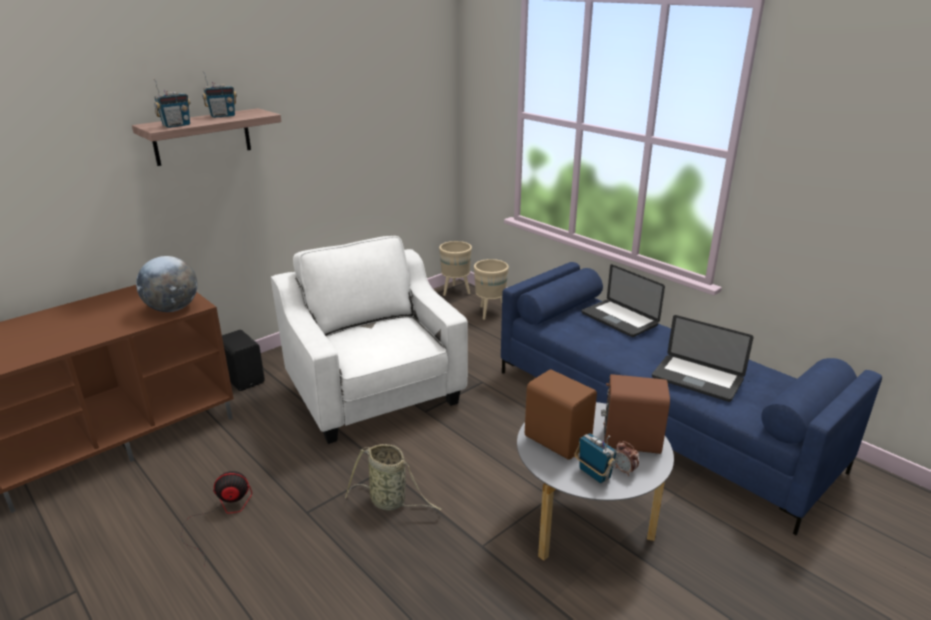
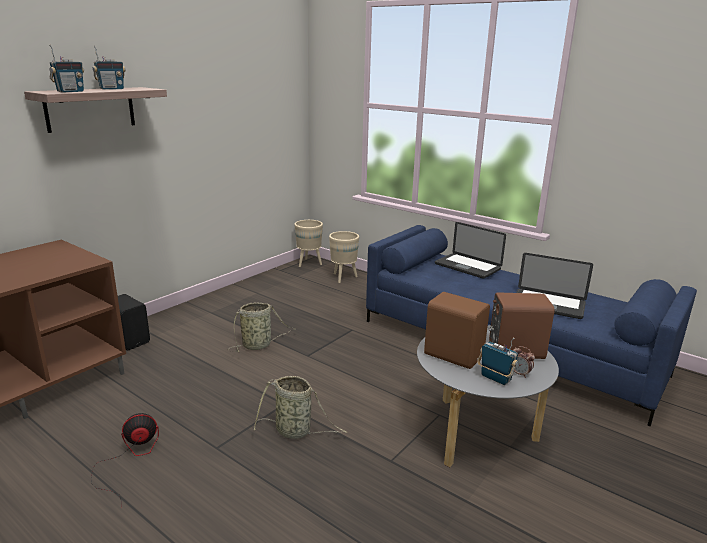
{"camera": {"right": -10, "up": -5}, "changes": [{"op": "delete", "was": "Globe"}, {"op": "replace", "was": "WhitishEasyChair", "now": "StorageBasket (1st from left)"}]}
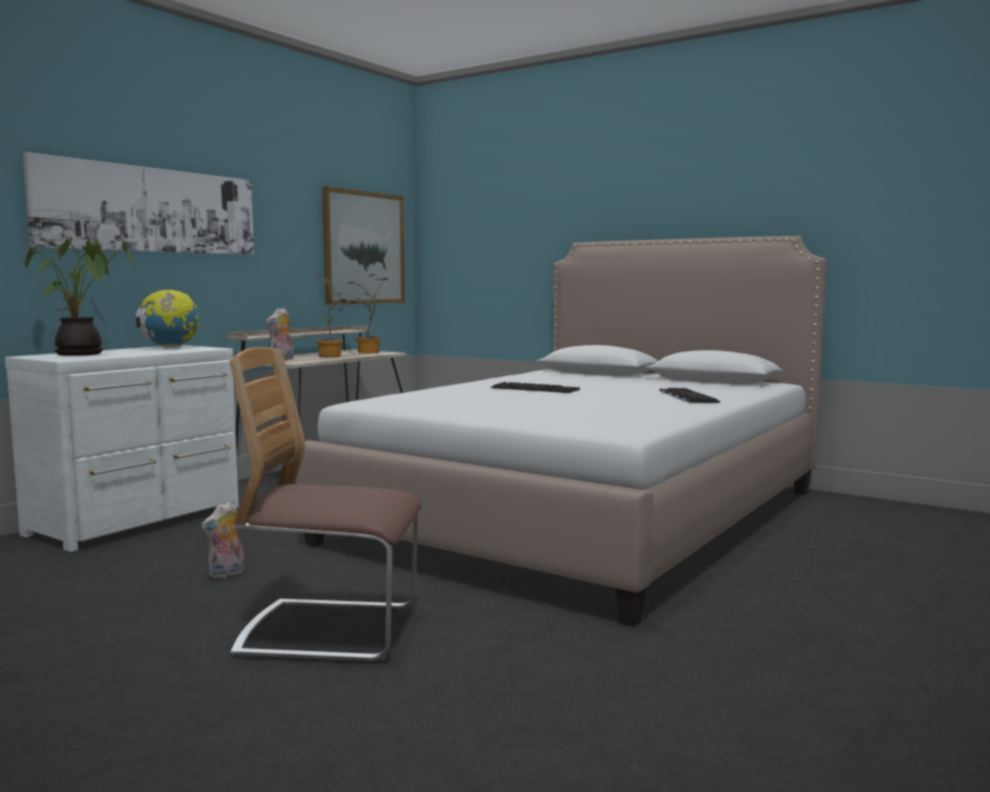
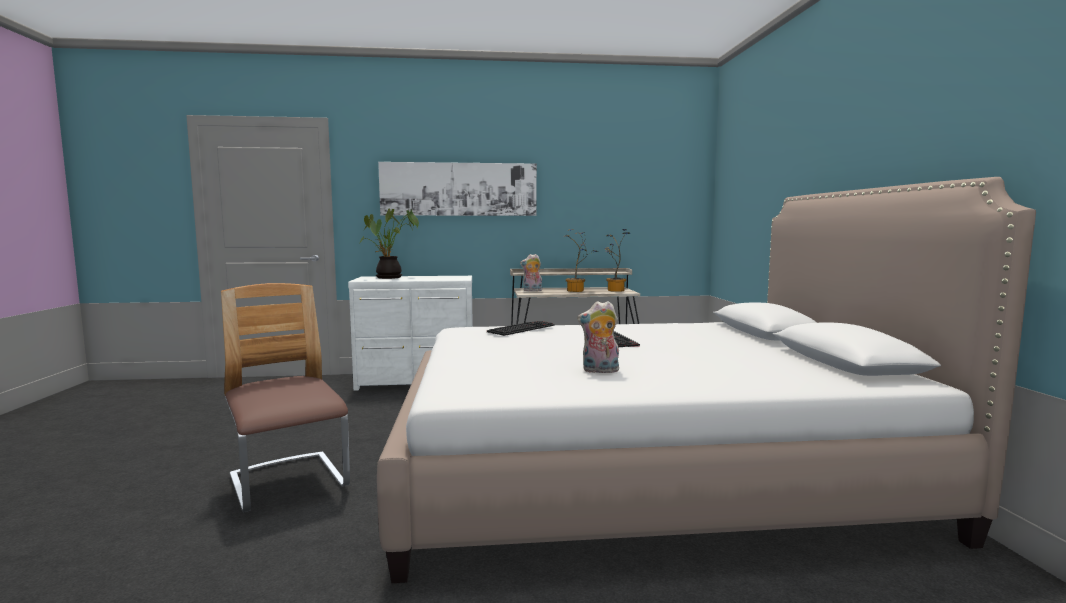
{"camera": {"right": 50, "up": 0}, "changes": [{"op": "delete", "was": "Globe"}, {"op": "move", "was": "CuddlyToy (1st from left in the first image)", "now": "CuddlyToy (2nd from left)"}, {"op": "delete", "was": "Picture (2nd from left)"}, {"op": "move", "was": "ComputerKeyboard (2nd from left in the first image)", "now": "ComputerKeyboard (1st from left)"}]}
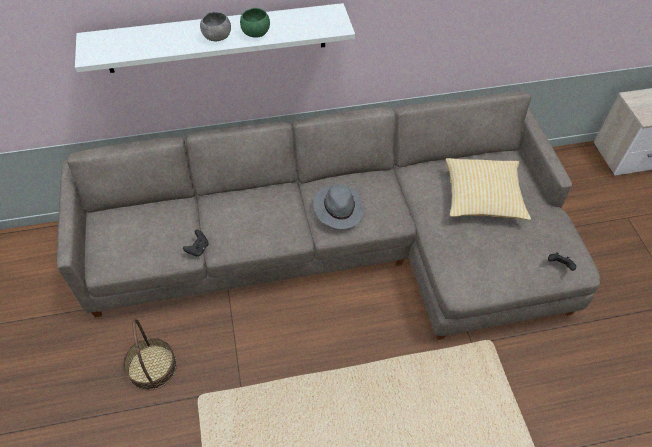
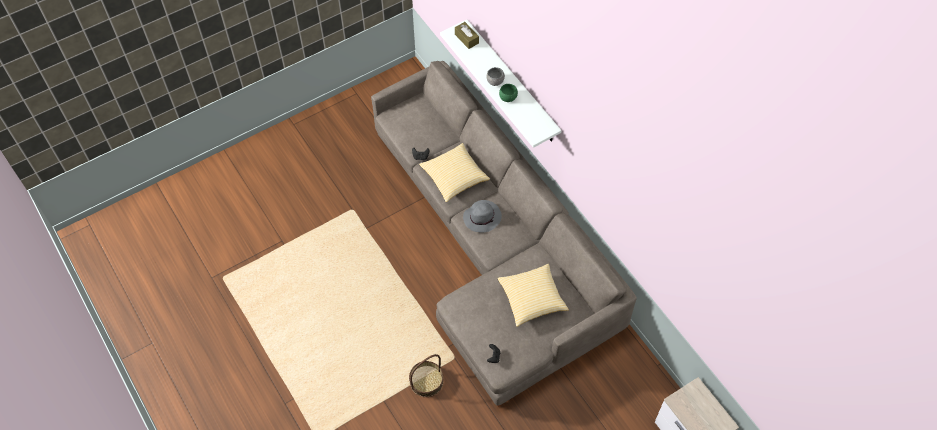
{"camera": {"right": 70, "up": 5}, "changes": [{"op": "move", "was": "StorageBasket"}, {"op": "insert", "now": "Cushion (1st from left)"}, {"op": "insert", "now": "BrownTissueHolder"}]}
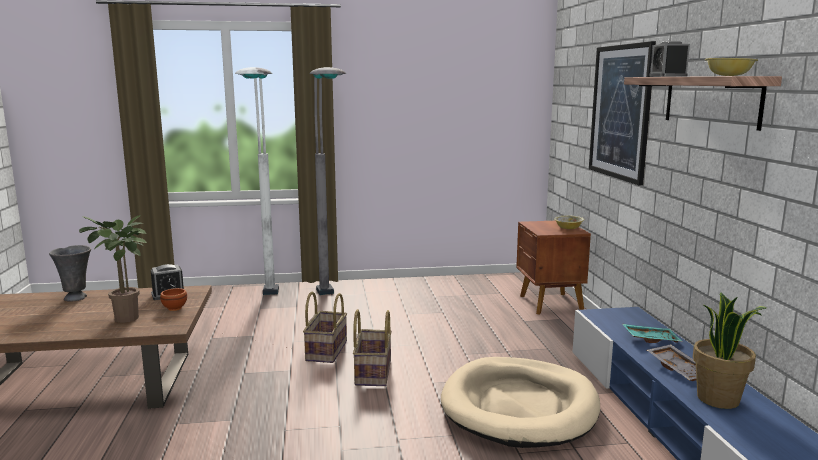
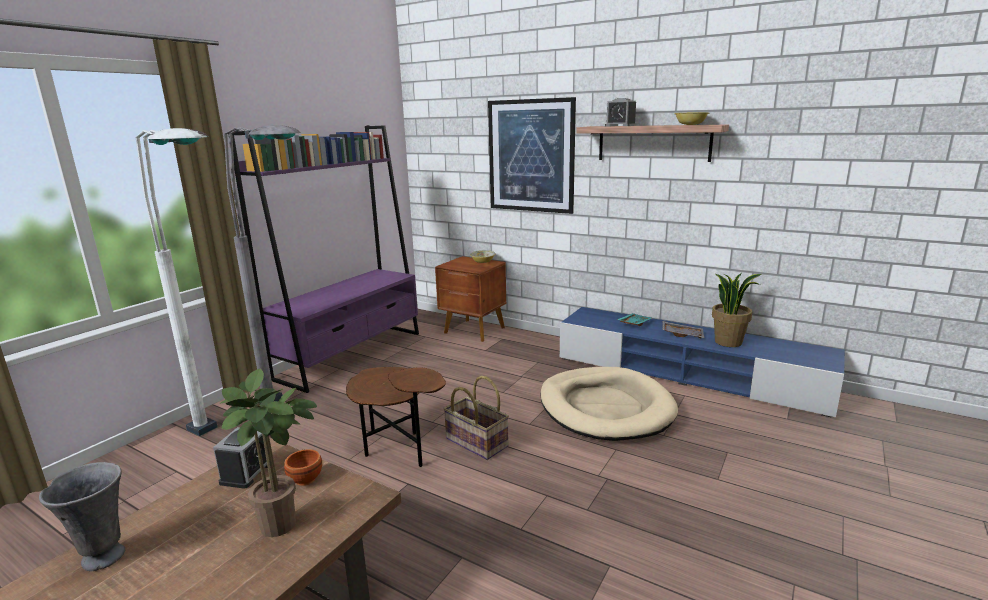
{"camera": {"right": -50, "up": 5}, "changes": [{"op": "replace", "was": "StorageBasket (1st from left)", "now": "BrownEndTable"}, {"op": "insert", "now": "PurpleColouredBookcase"}]}
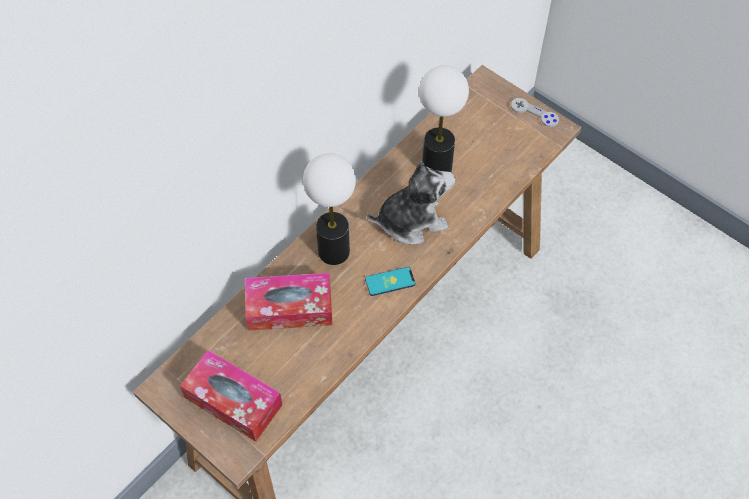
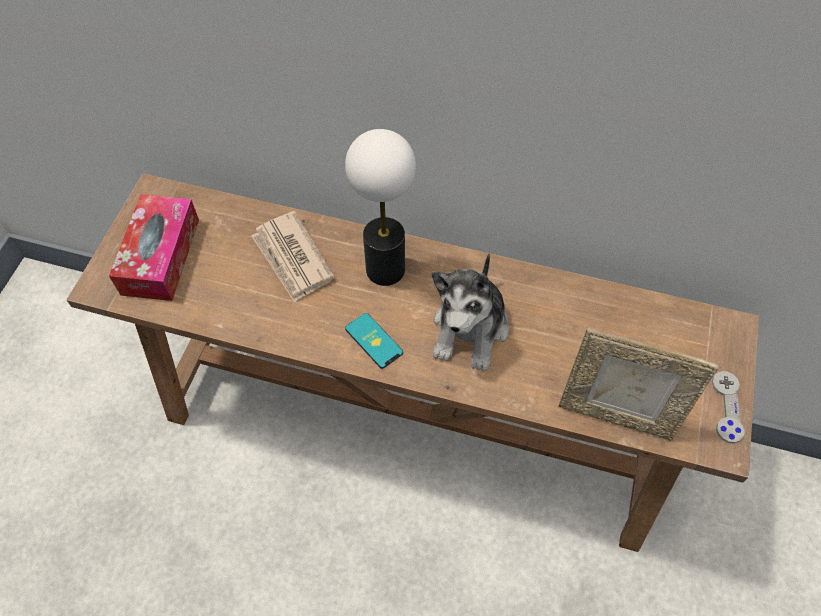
{"camera": {"right": 65, "up": 0}, "changes": [{"op": "replace", "was": "TissueHolder (2nd from left)", "now": "Newspaper"}, {"op": "rotate", "was": "CuddlyToy", "clockwise": 60}, {"op": "delete", "was": "TabletopLamp (2nd from left)"}, {"op": "insert", "now": "PhotoFrame"}]}
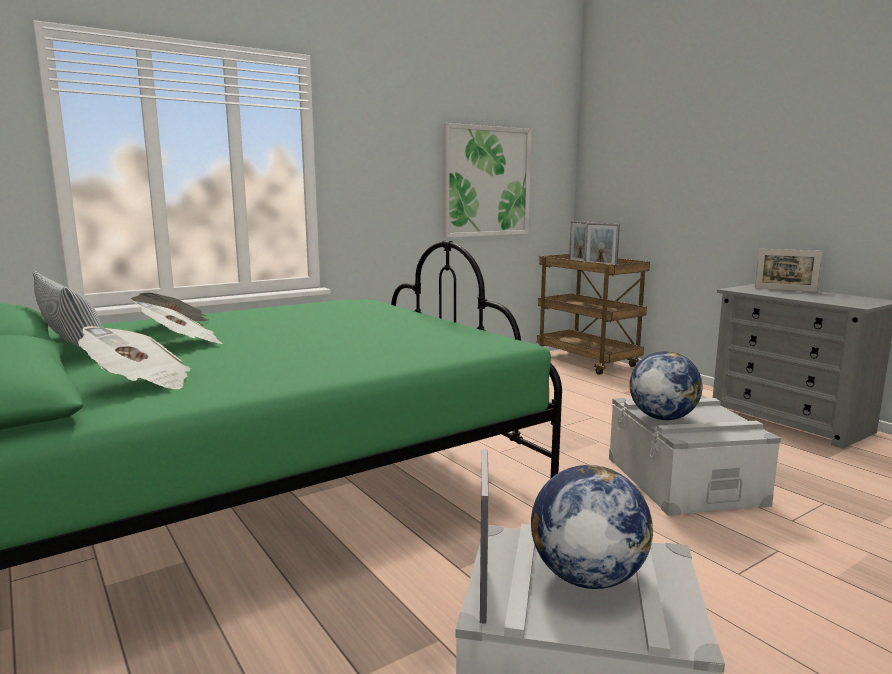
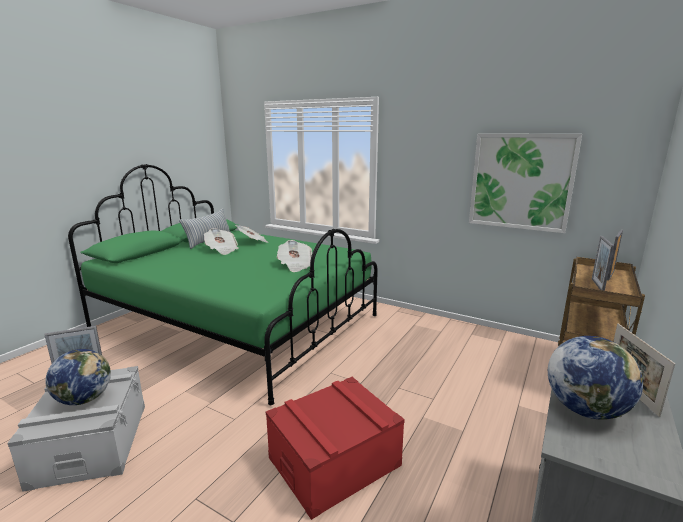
{"camera": {"right": 65, "up": 5}, "changes": [{"op": "move", "was": "Newspaper (1st from left in the first image)", "now": "Newspaper (3rd from left)"}, {"op": "recolor", "was": "GreyStorageBin (2nd from left)", "now": "RedStorageBin"}, {"op": "move", "was": "Globe (2nd from left)"}]}
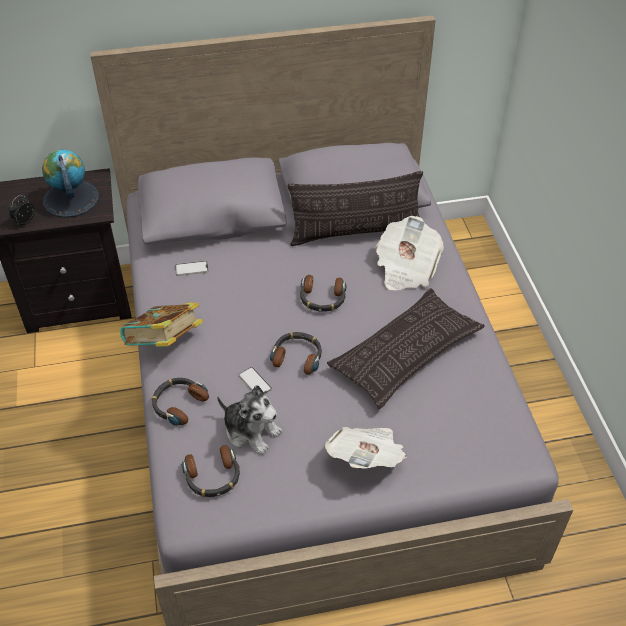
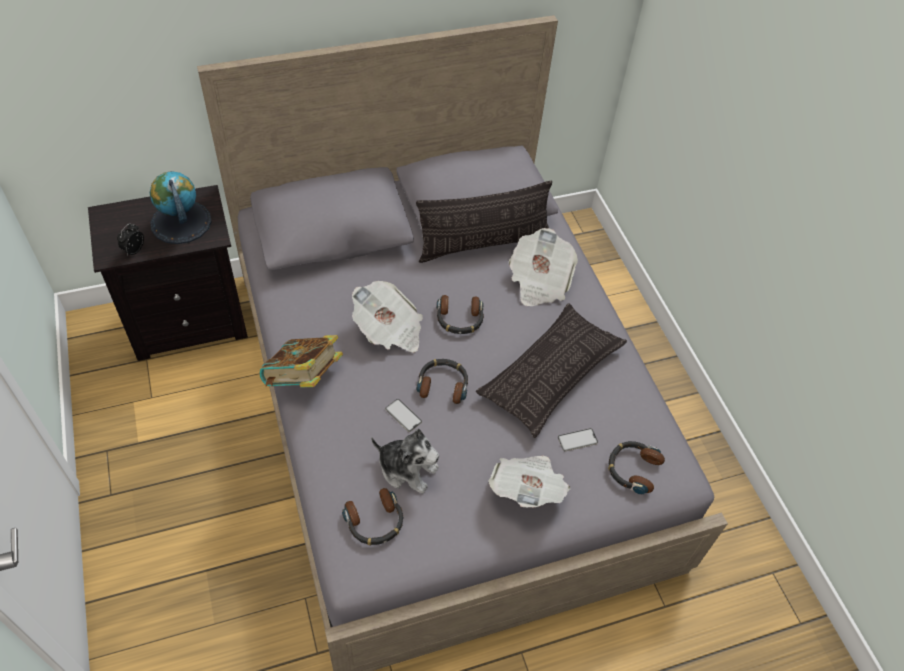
{"camera": {"right": -10, "up": 5}, "changes": [{"op": "move", "was": "Headphones (1st from left in the first image)", "now": "Headphones (4th from left)"}, {"op": "move", "was": "Telephone (1st from left in the first image)", "now": "Telephone (2nd from left)"}, {"op": "insert", "now": "Newspaper (1st from left)"}]}
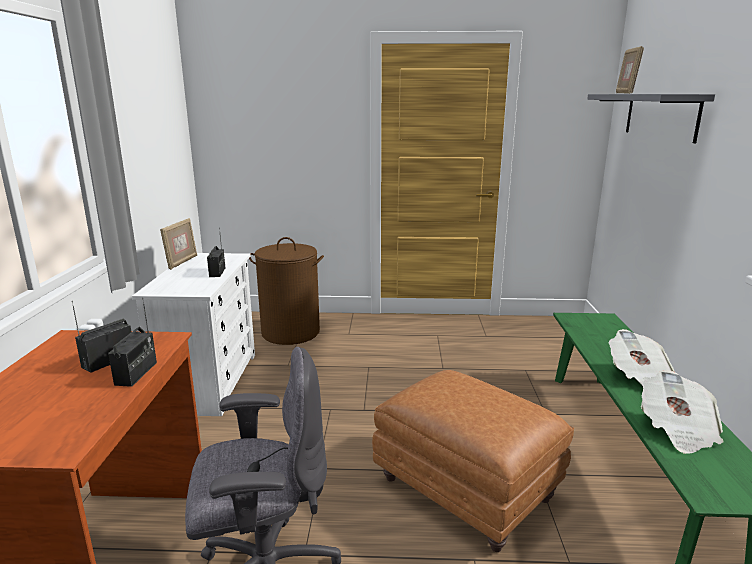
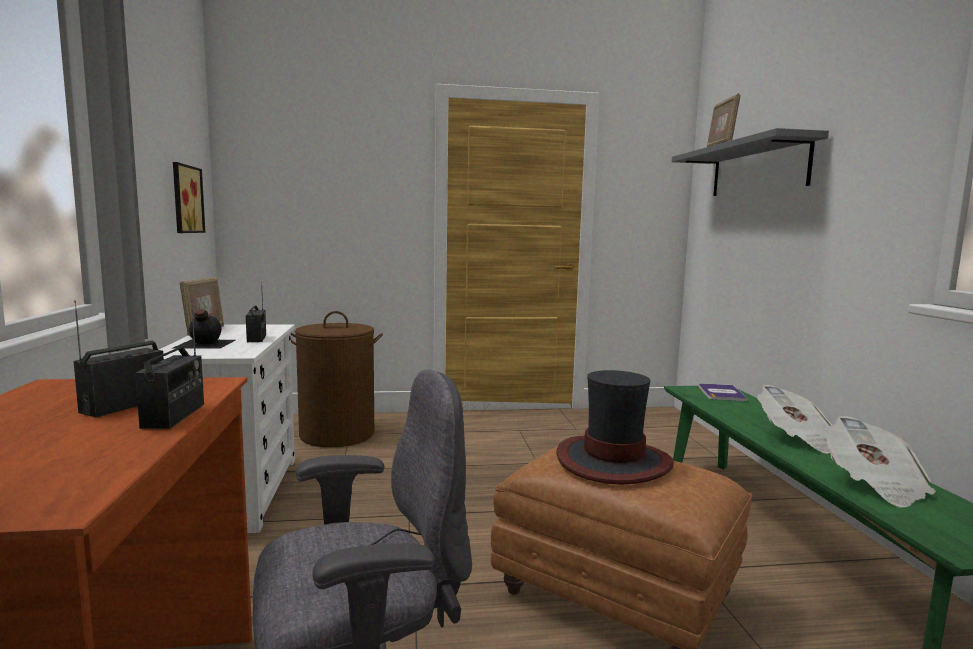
{"camera": {"right": -10, "up": -10}, "changes": [{"op": "insert", "now": "Picture"}, {"op": "insert", "now": "BlackishDrinkBottle"}, {"op": "insert", "now": "WearableHat"}, {"op": "insert", "now": "Book"}]}
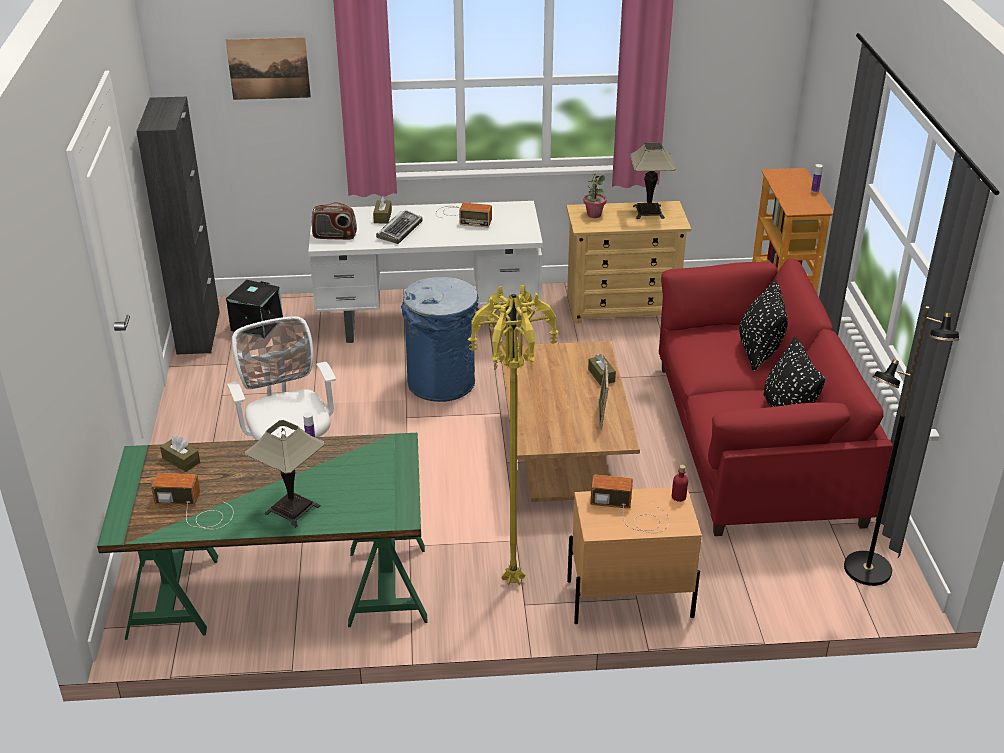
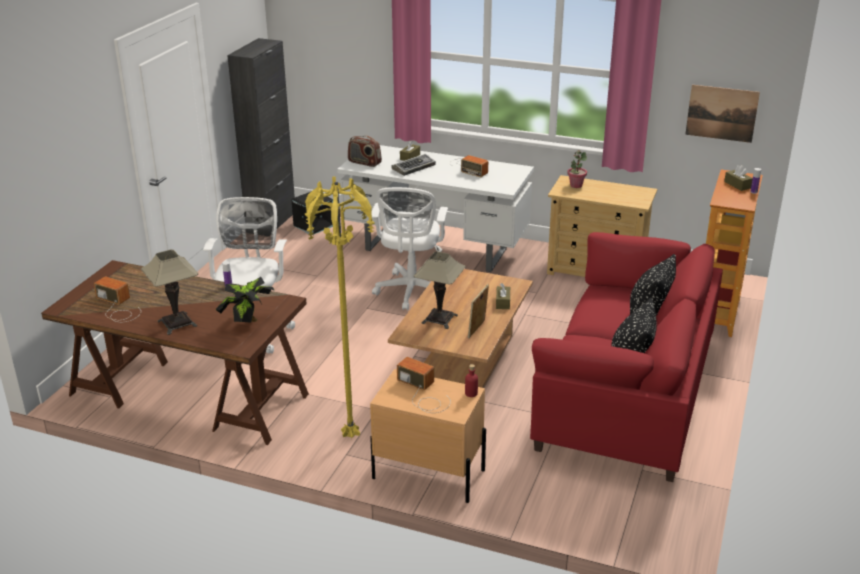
{"camera": {"right": 25, "up": -5}, "changes": [{"op": "recolor", "was": "GreenColouredDeskTable", "now": "BrownDeskTable"}, {"op": "move", "was": "BrownTissueHolder (1st from left in the first image)", "now": "BrownTissueHolder (3rd from left)"}, {"op": "move", "was": "Picture"}, {"op": "replace", "was": "BlueColouredRubbishBin", "now": "WhitishDeskChair (2nd from left)"}, {"op": "move", "was": "TabletopLamp (2nd from left)"}, {"op": "delete", "was": "BlackishStandingLamp"}, {"op": "insert", "now": "Houseplant (1st from left)"}]}
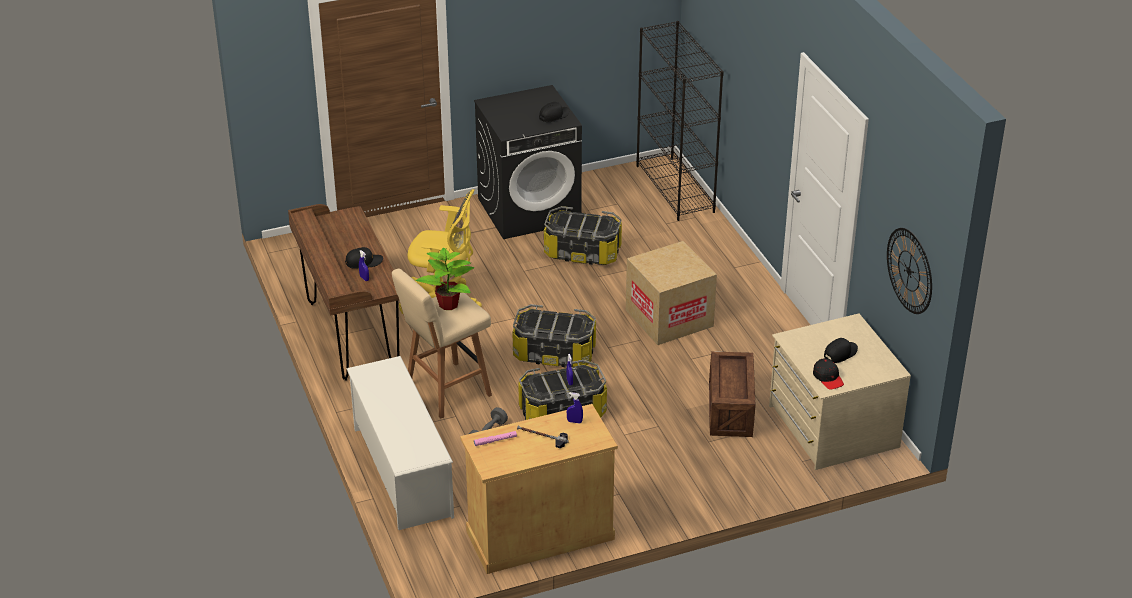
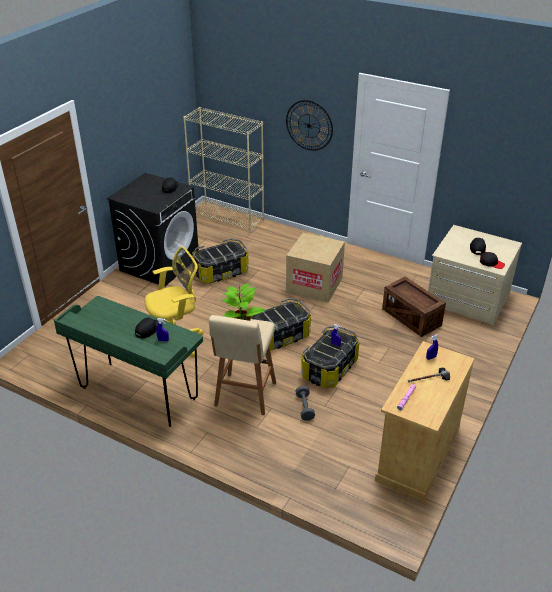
{"camera": {"right": -40, "up": 0}, "changes": [{"op": "recolor", "was": "BrownDeskTable", "now": "GreenColouredDeskTable"}, {"op": "delete", "was": "WhitishShoeShelf"}, {"op": "recolor", "was": "BlackishBookcase", "now": "BeigeColouredBookcase"}, {"op": "move", "was": "ClockOnTheWall"}]}
